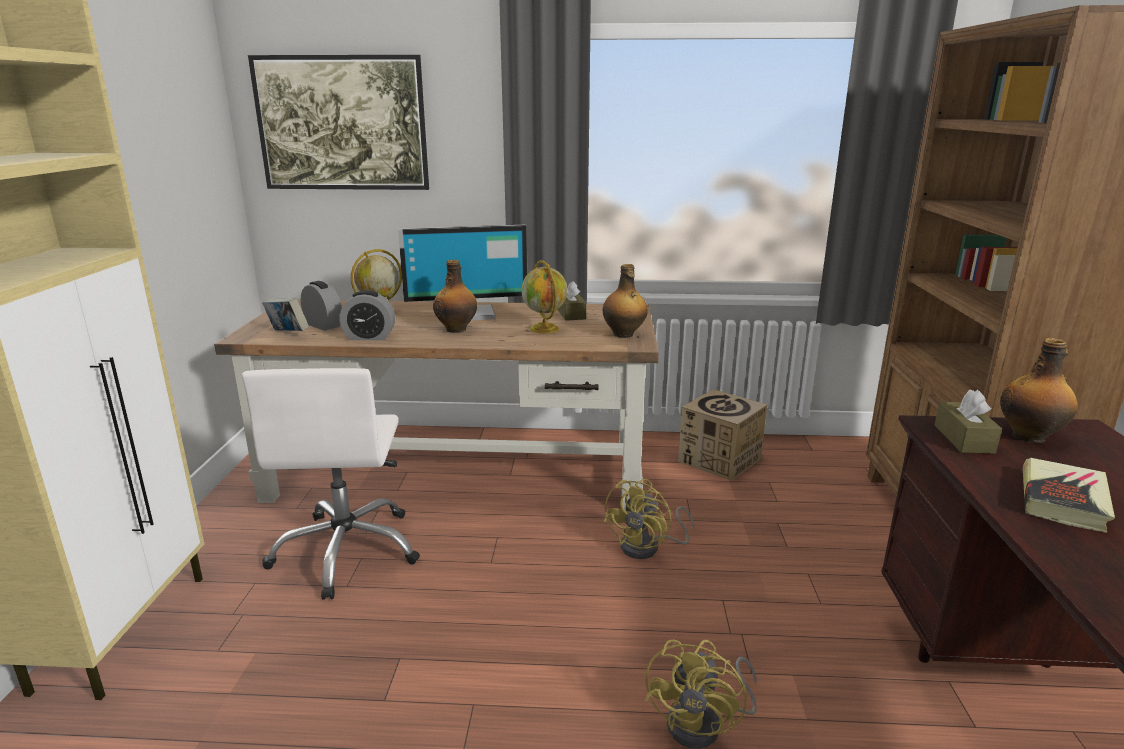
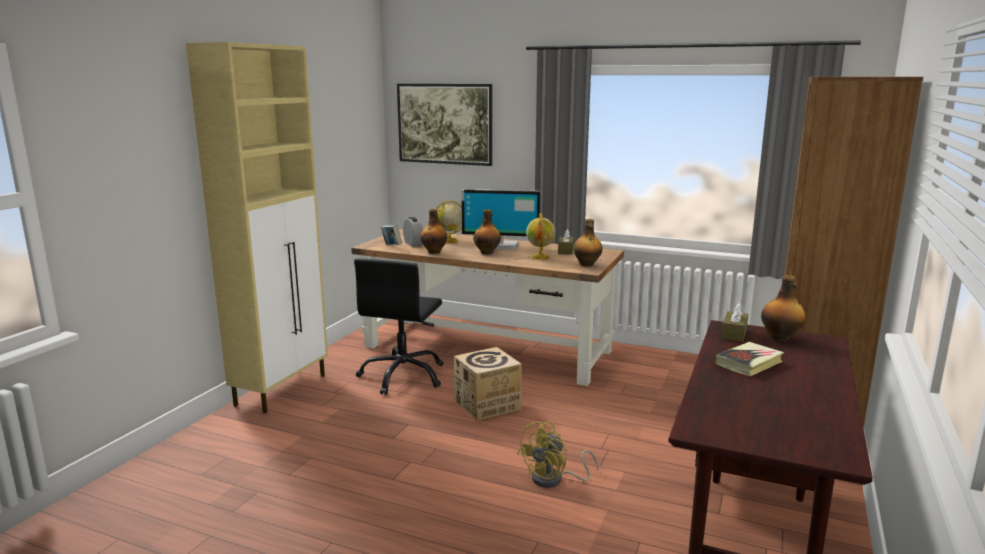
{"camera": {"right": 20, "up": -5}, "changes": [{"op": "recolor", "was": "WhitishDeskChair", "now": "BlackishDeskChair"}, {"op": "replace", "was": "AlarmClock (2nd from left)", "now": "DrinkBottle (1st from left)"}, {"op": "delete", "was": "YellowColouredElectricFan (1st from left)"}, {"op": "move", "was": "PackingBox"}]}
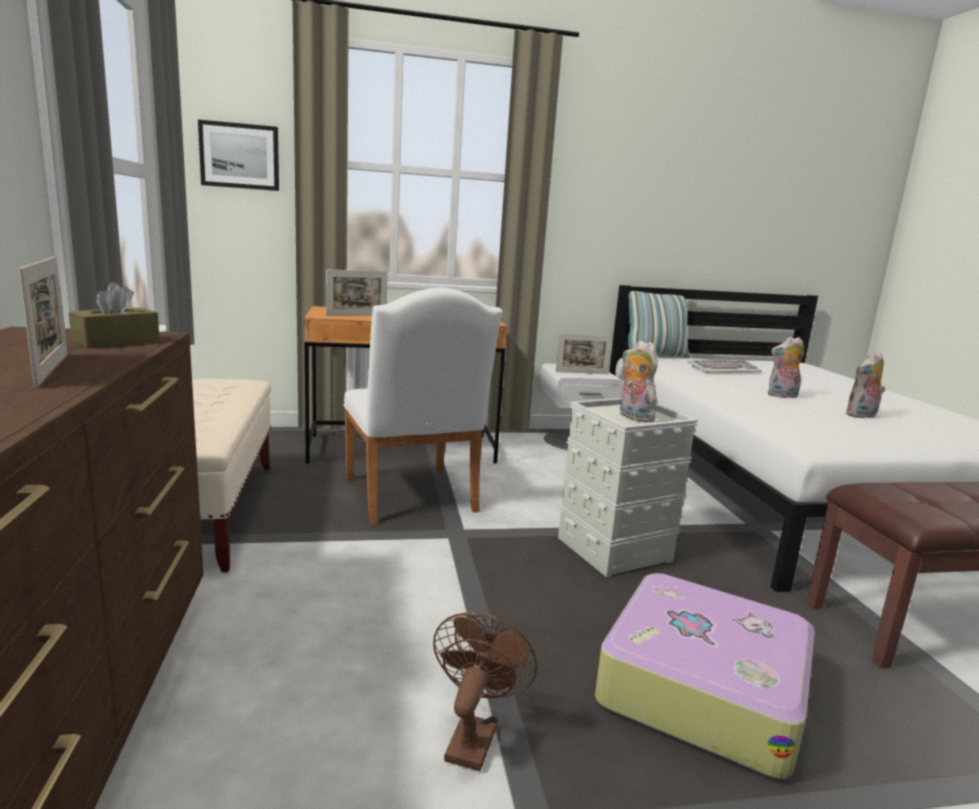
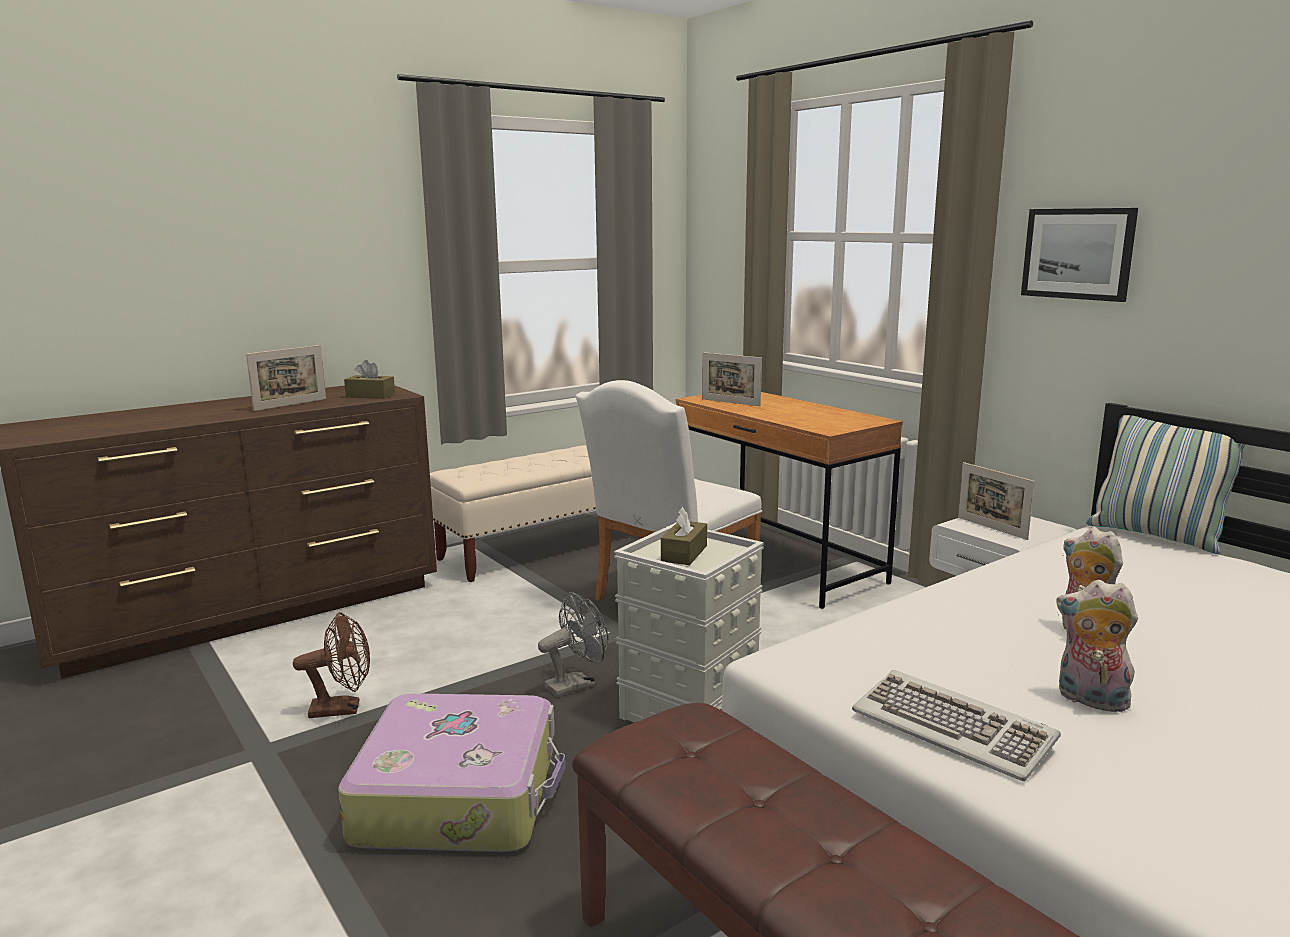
{"camera": {"right": 65, "up": 0}, "changes": [{"op": "move", "was": "Picture"}, {"op": "replace", "was": "CuddlyToy (1st from left)", "now": "BrownTissueHolder (2nd from left)"}, {"op": "move", "was": "ComputerKeyboard"}, {"op": "insert", "now": "GreyElectricFan"}]}
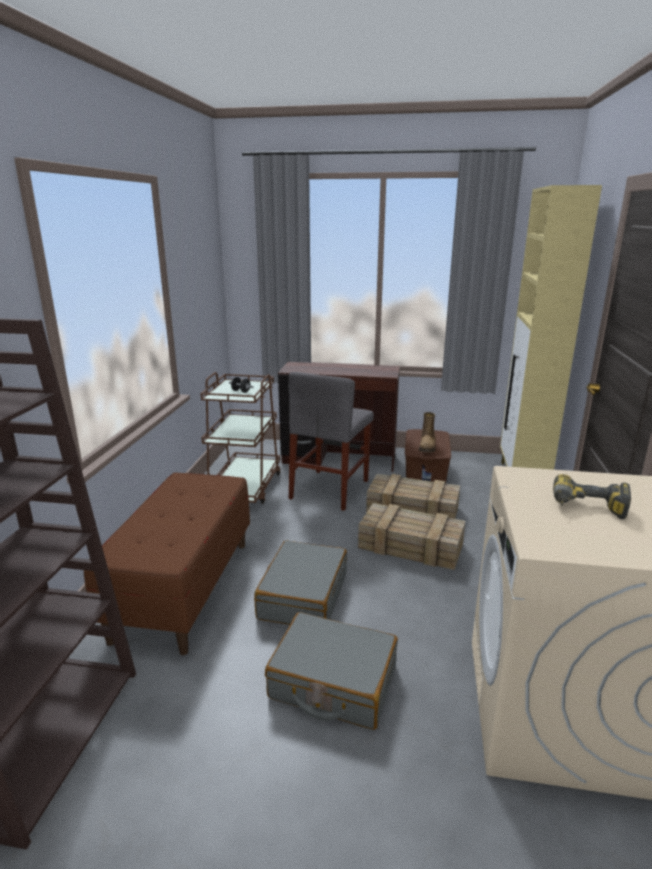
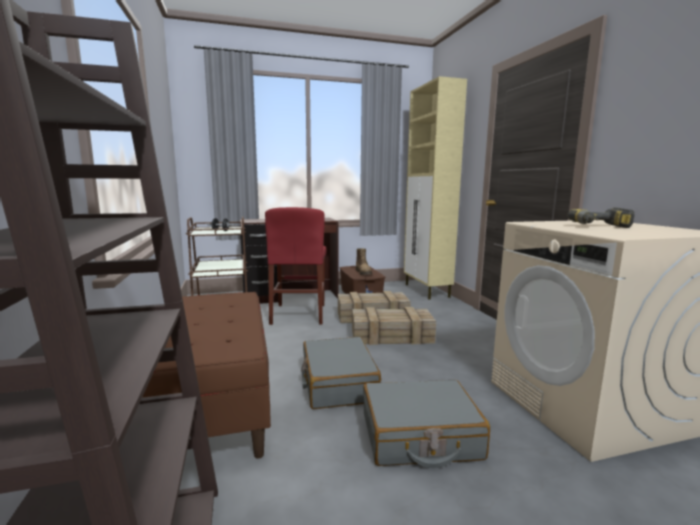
{"camera": {"right": -25, "up": -10}, "changes": [{"op": "recolor", "was": "GreyPlainChair", "now": "RedPlainChair"}]}
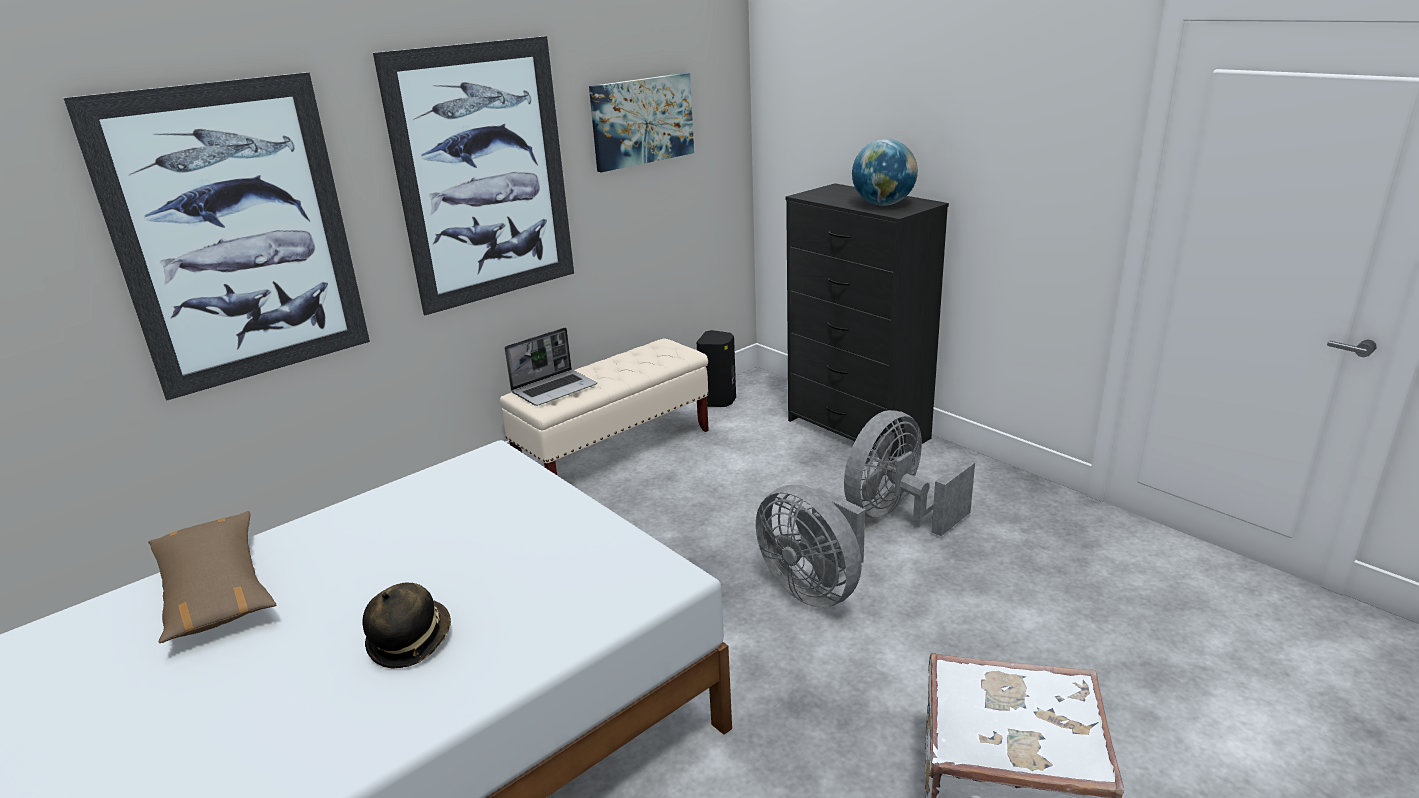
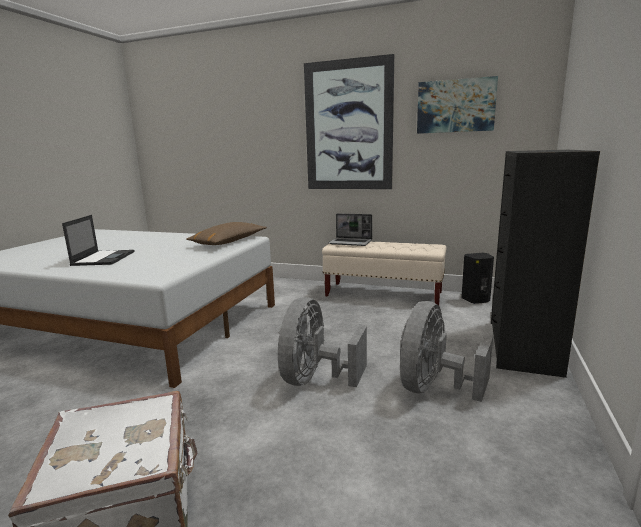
{"camera": {"right": 60, "up": -10}, "changes": [{"op": "delete", "was": "Picture (1st from left)"}, {"op": "move", "was": "BrownCushion"}, {"op": "replace", "was": "WearableHat", "now": "NotebookComputer (1st from left)"}, {"op": "rotate", "was": "GreyElectricFan (2nd from left)", "clockwise": -75}, {"op": "delete", "was": "Globe"}]}
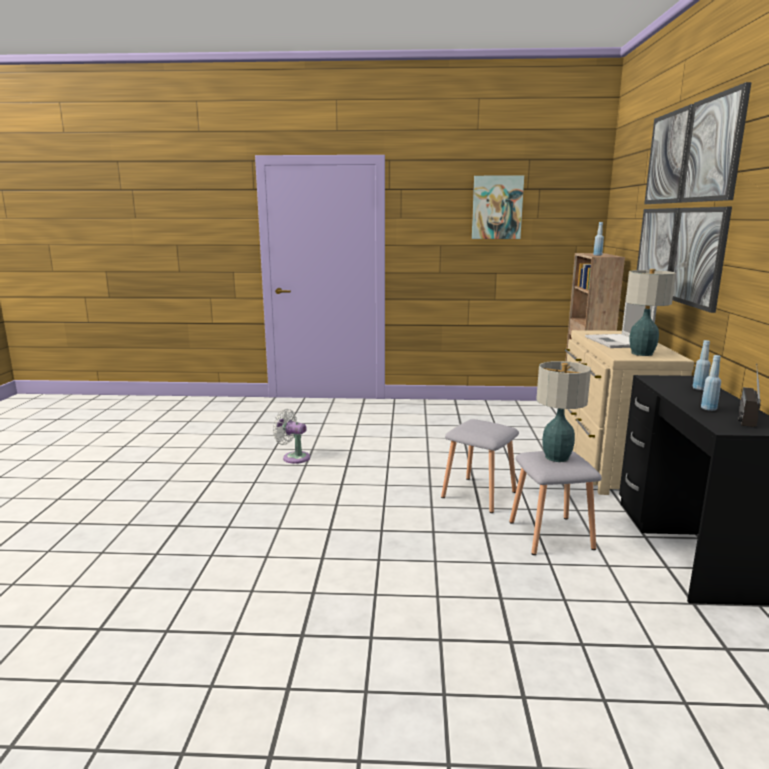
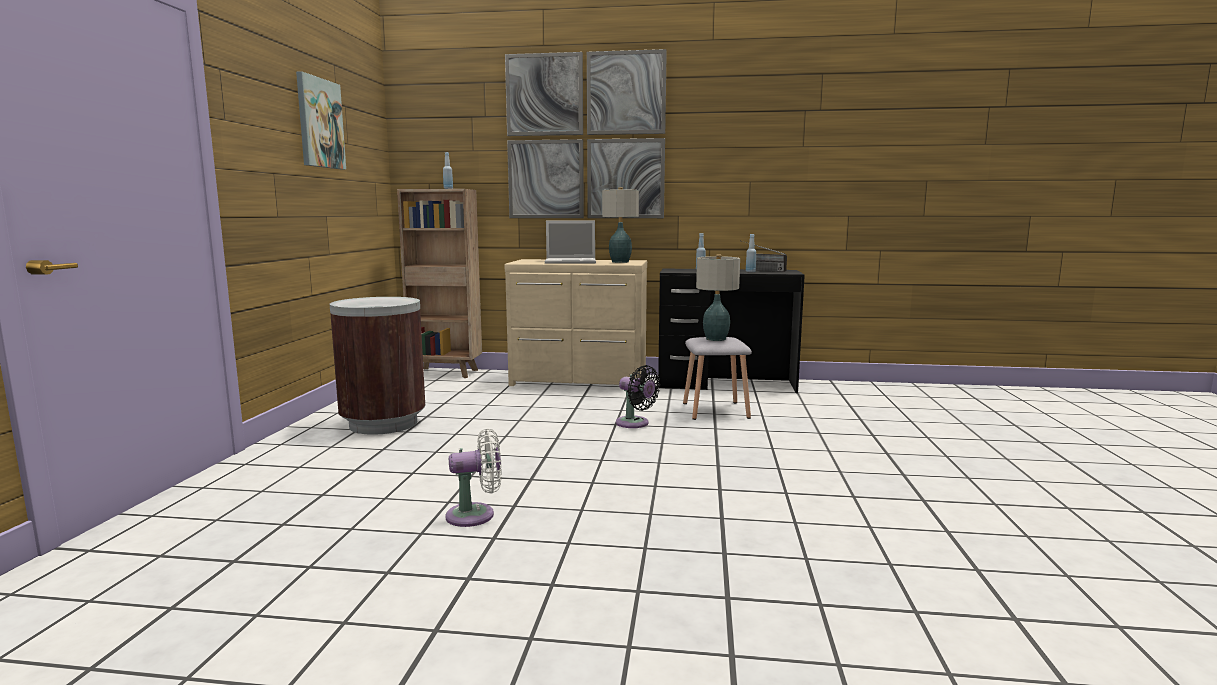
{"camera": {"right": -85, "up": -5}, "changes": [{"op": "rotate", "was": "WhitishElectricFan", "clockwise": -135}, {"op": "replace", "was": "GreyStool (1st from left)", "now": "BlackishElectricFan"}, {"op": "insert", "now": "BrownRubbishBin"}]}
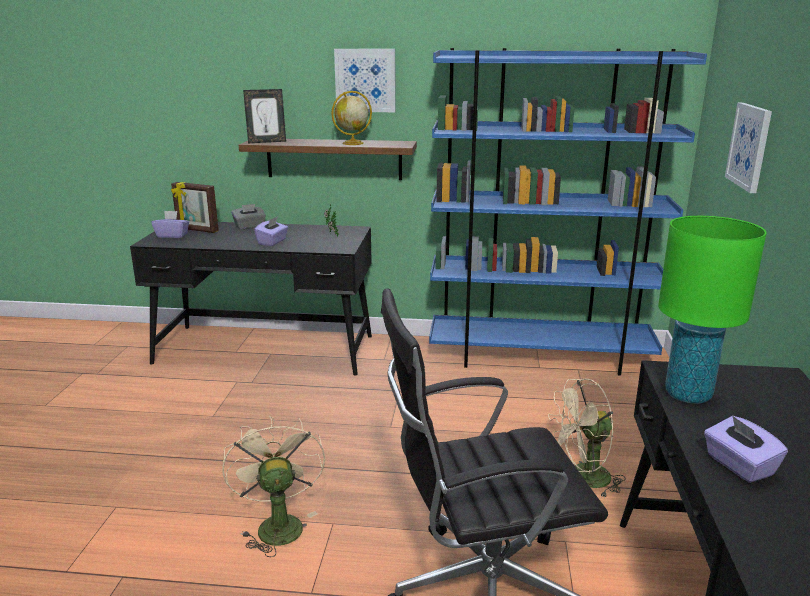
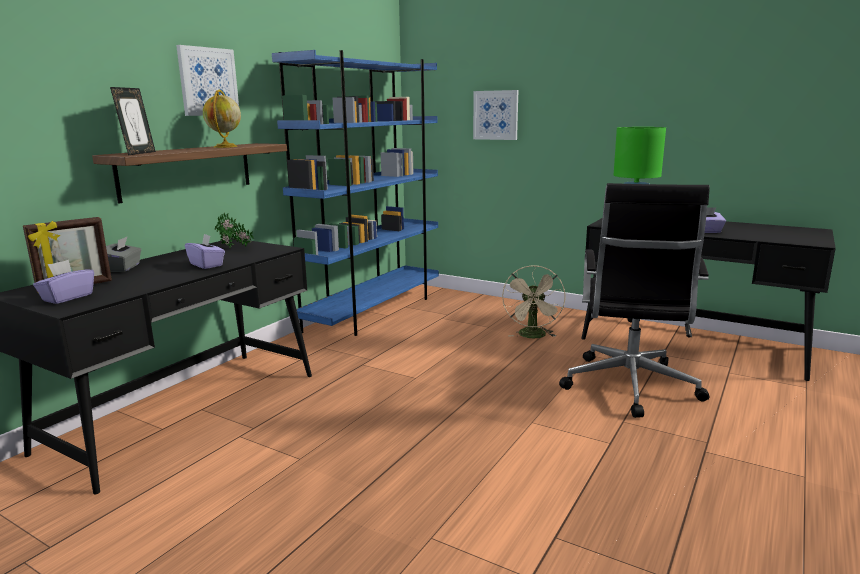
{"camera": {"right": -65, "up": -5}, "changes": [{"op": "delete", "was": "BeigeColouredElectricFan (1st from left)"}]}
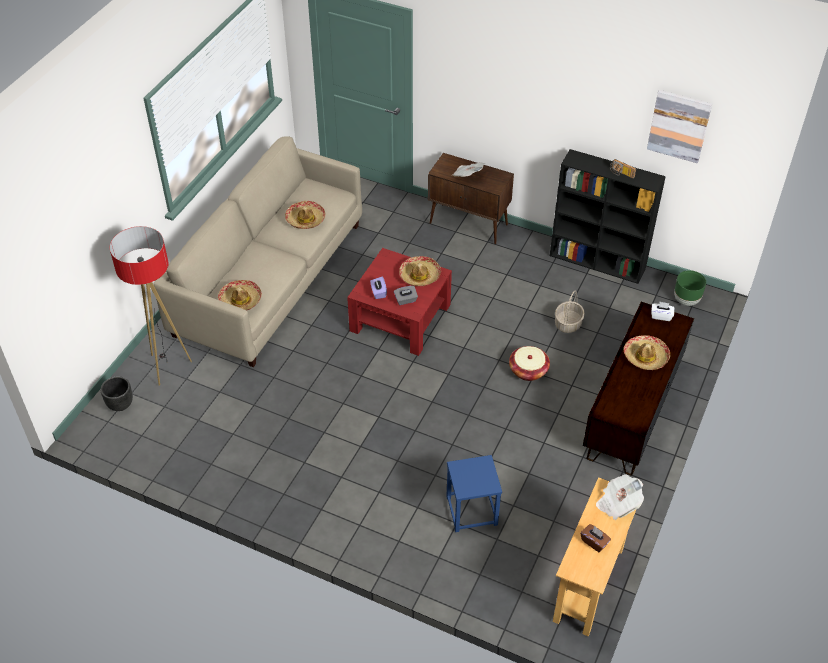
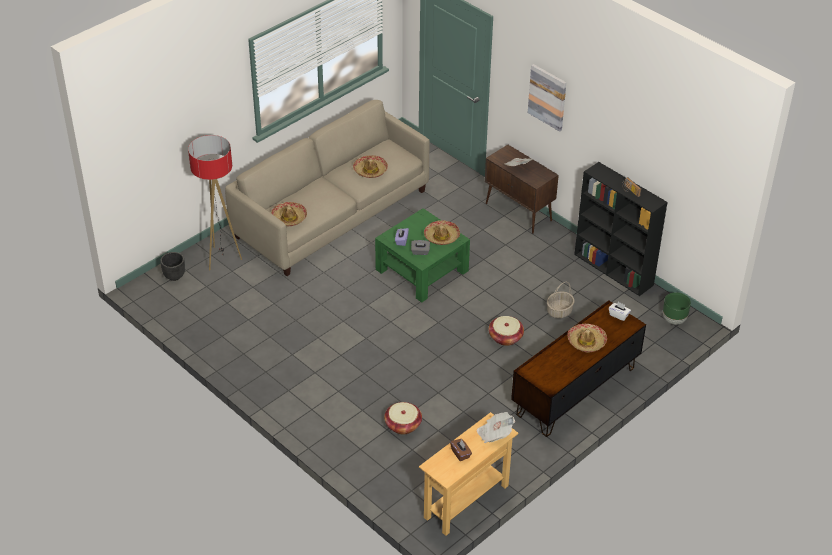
{"camera": {"right": 20, "up": -5}, "changes": [{"op": "recolor", "was": "RedCoffeeTable", "now": "GreenColouredCoffeeTable"}, {"op": "replace", "was": "BlueColouredStool", "now": "StorageBasket (1st from left)"}, {"op": "move", "was": "Picture"}]}
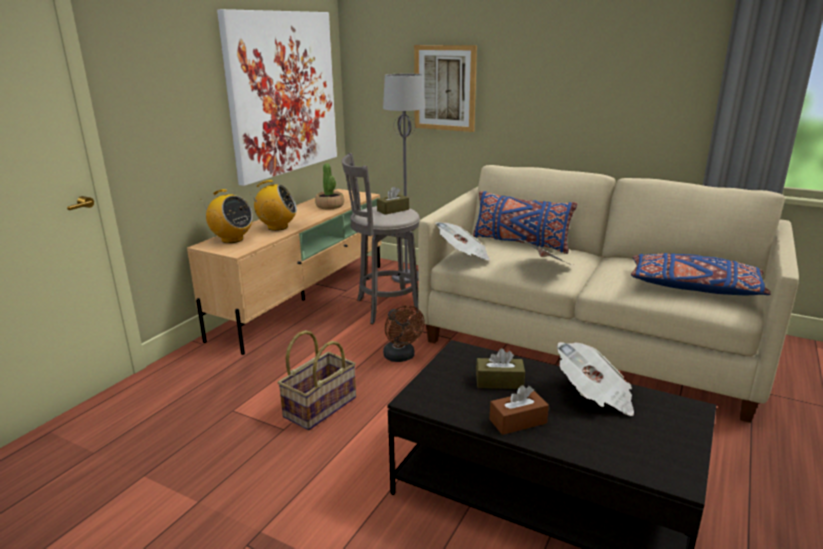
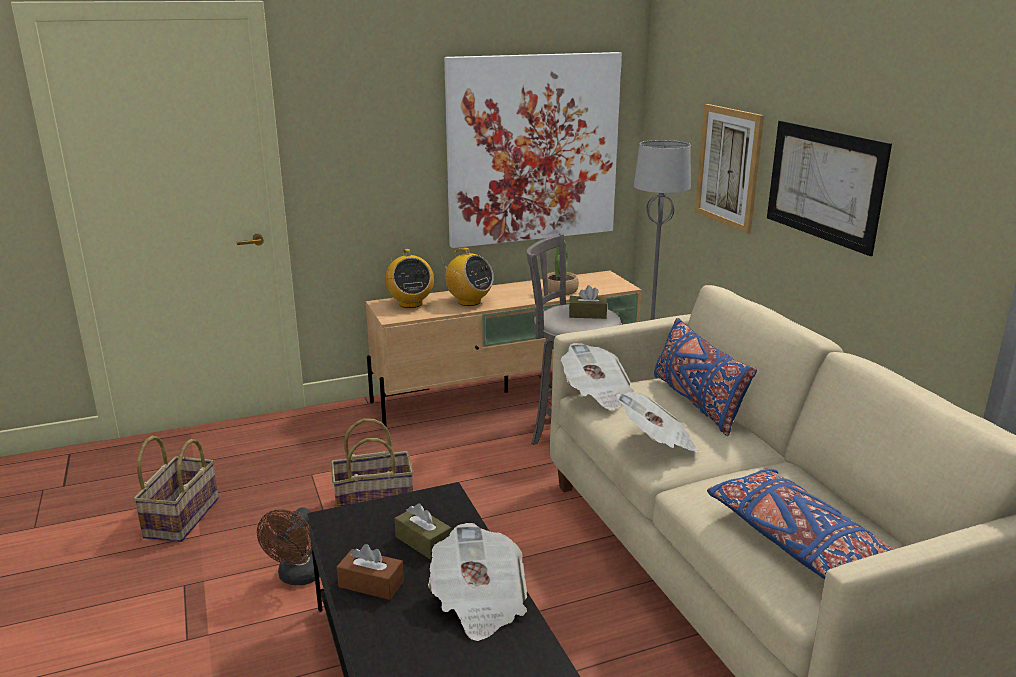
{"camera": {"right": 40, "up": 0}, "changes": [{"op": "move", "was": "BrownElectricFan"}, {"op": "insert", "now": "StorageBasket (1st from left)"}, {"op": "insert", "now": "Picture (3rd from left)"}]}
